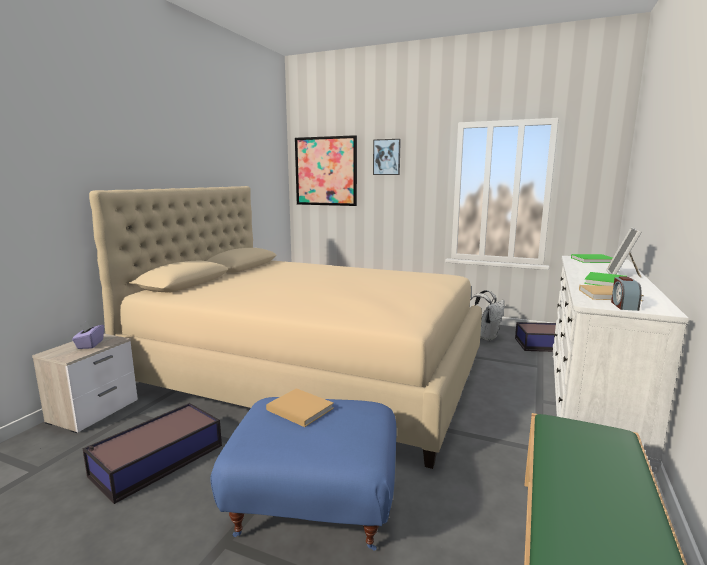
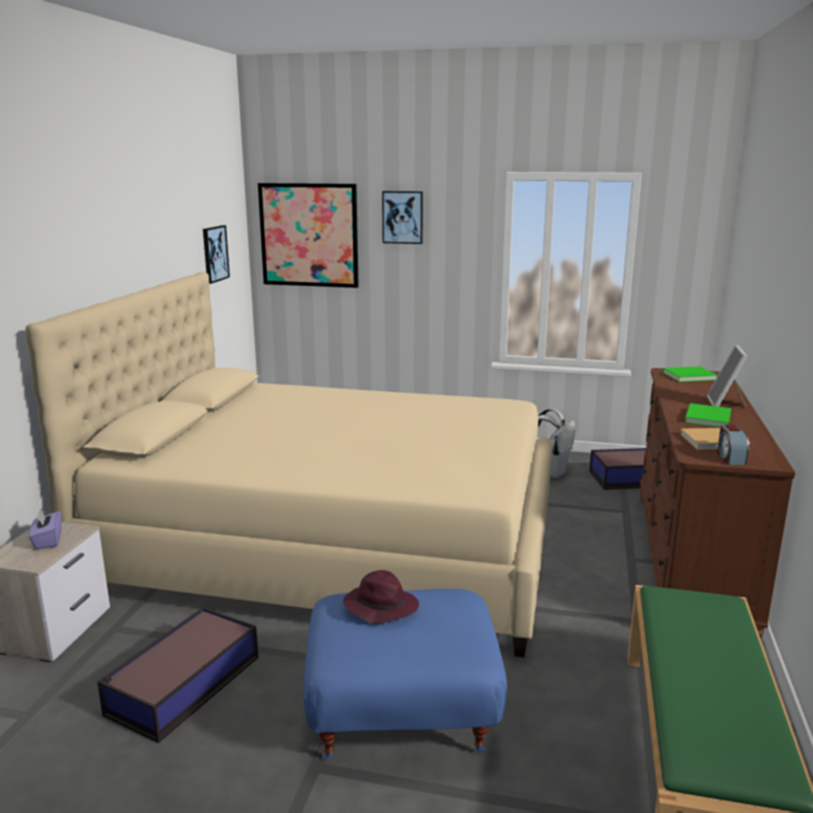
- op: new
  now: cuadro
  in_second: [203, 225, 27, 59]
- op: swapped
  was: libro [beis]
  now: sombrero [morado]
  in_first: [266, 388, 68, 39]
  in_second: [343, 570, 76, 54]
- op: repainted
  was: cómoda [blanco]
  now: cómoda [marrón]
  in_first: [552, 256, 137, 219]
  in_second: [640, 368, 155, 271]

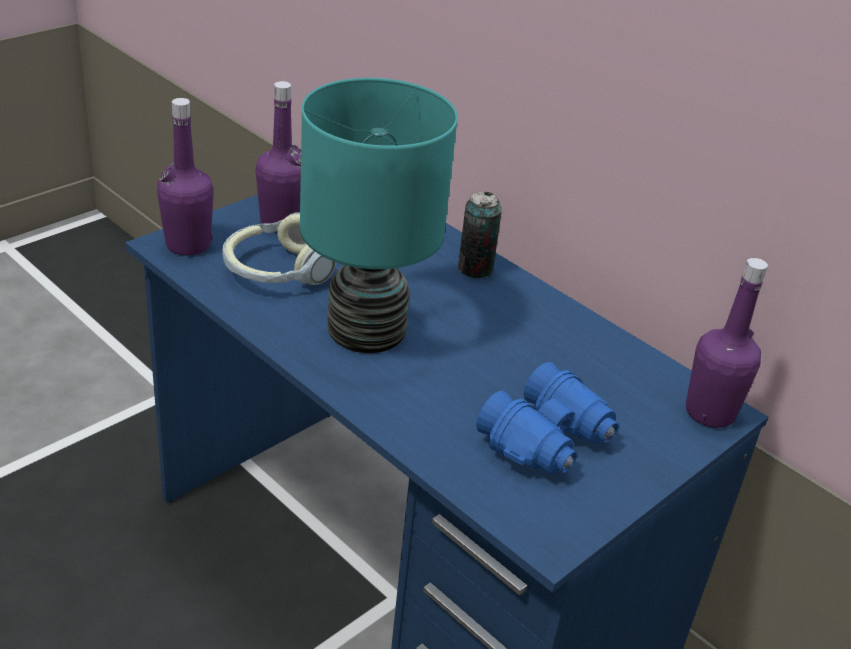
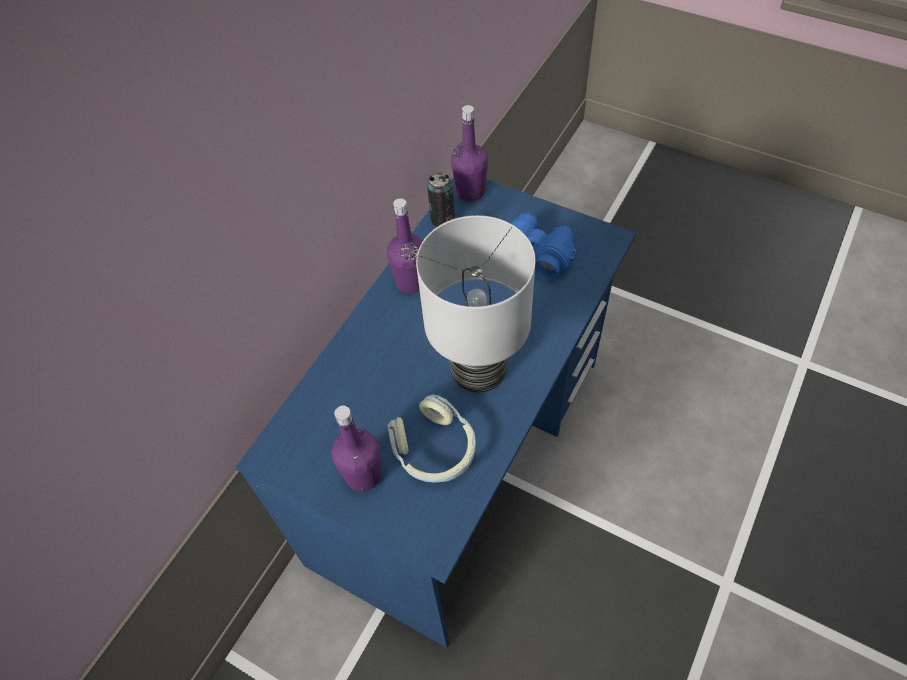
- op: shifted
  was: botella [morado]
  in_first: [157, 98, 57, 158]
  in_second: [387, 198, 36, 95]
- op: shifted
  was: lata
  in_first: [458, 192, 44, 86]
  in_second: [427, 172, 28, 55]
- op: repainted
  was: lámpara de mesa [turquesa]
  now: lámpara de mesa [gris]
  in_first: [300, 78, 157, 275]
  in_second: [416, 215, 120, 177]

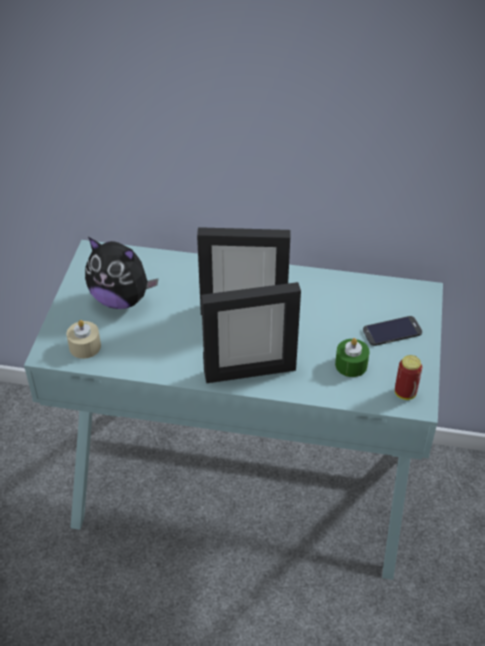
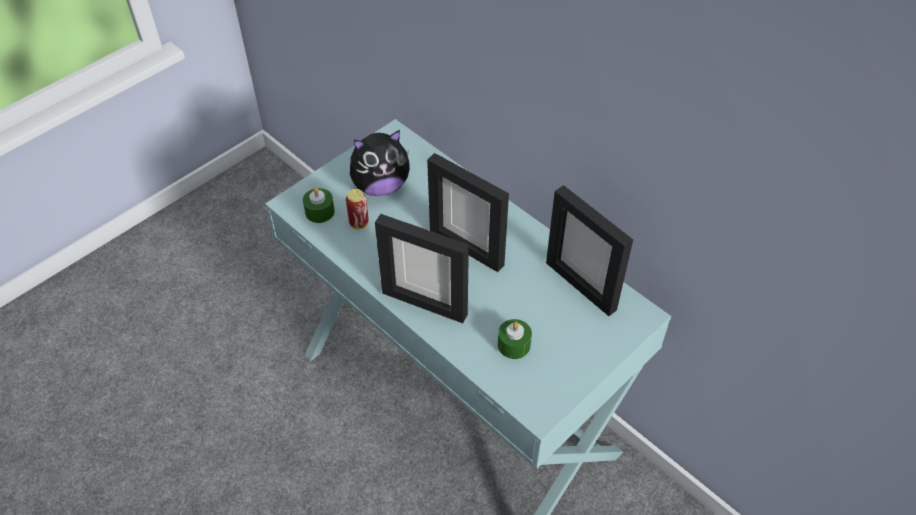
- op: gone
  was: móvil
  in_first: [363, 316, 59, 30]
- op: new
  now: portarretratos
  in_second: [546, 185, 87, 131]
- op: shifted
  was: lata
  in_first: [395, 355, 27, 45]
  in_second: [346, 189, 23, 41]
- op: repainted
  was: vela [beis]
  now: vela [verde]
  in_first: [66, 320, 35, 39]
  in_second: [303, 187, 32, 36]
- op: rotated
  was: peluche
  in_first: [85, 237, 73, 72]
  in_second: [350, 130, 60, 66]
  clockwise: -75

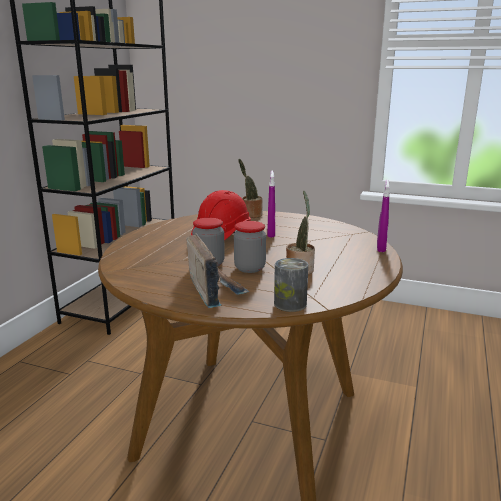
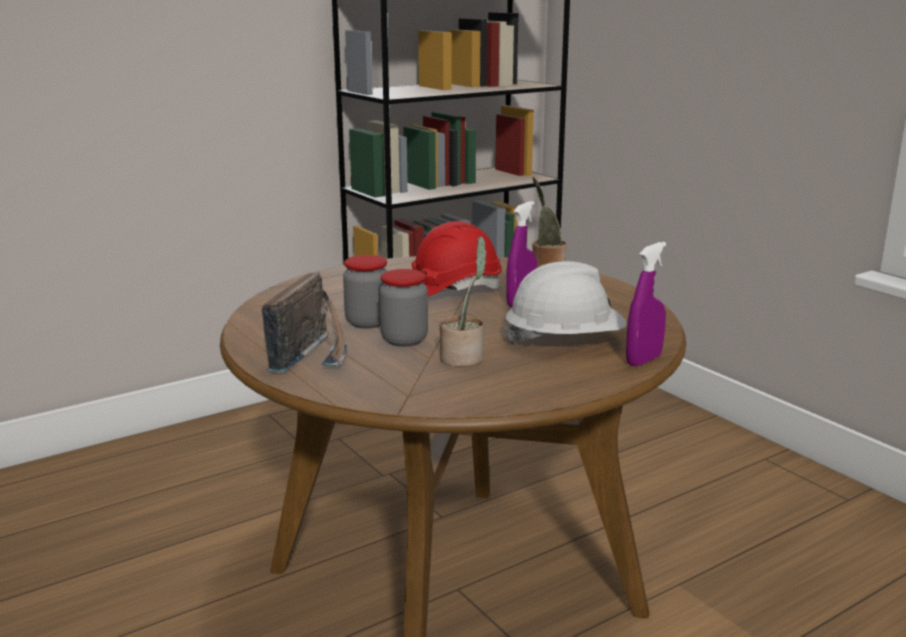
- op: gone
  was: lata
  in_first: [274, 258, 34, 54]
- op: new
  now: casco [blanco]
  in_second: [504, 261, 123, 83]

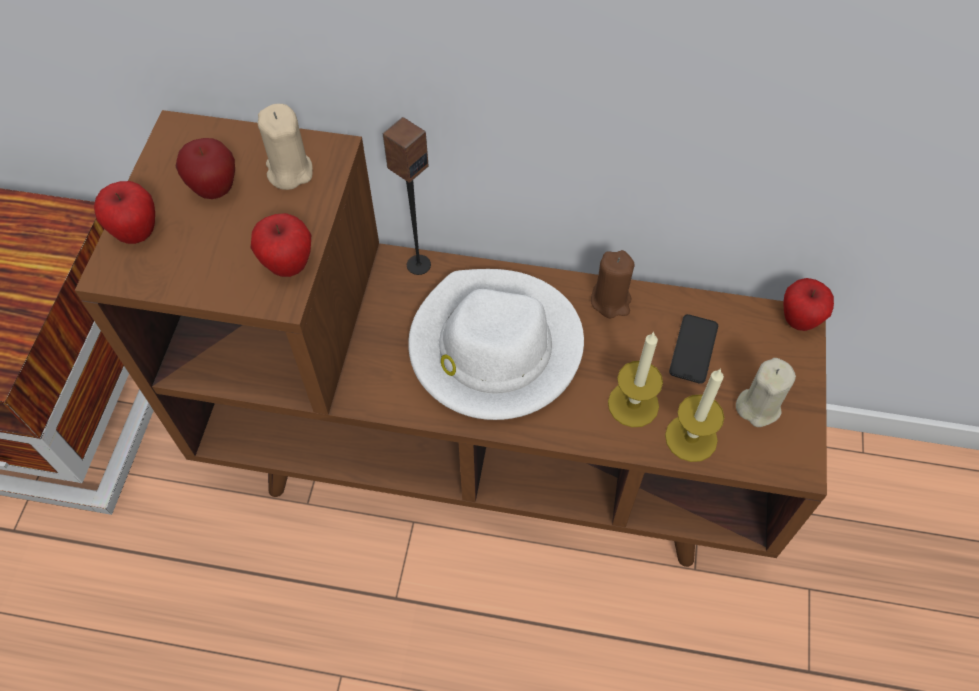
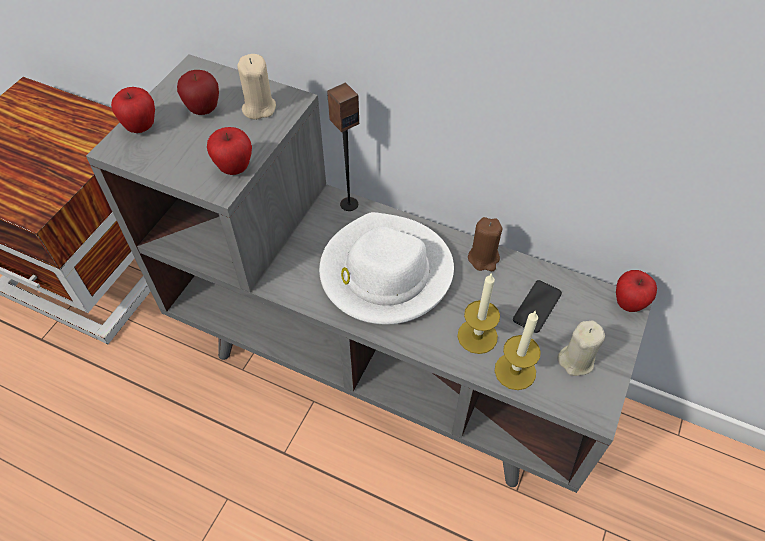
- op: repainted
  was: mueble de televisión [marrón]
  now: mueble de televisión [gris]
  in_first: [74, 110, 753, 457]
  in_second: [86, 54, 566, 439]

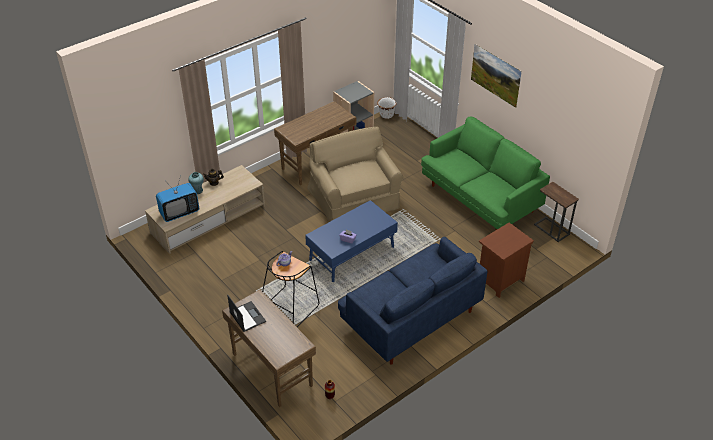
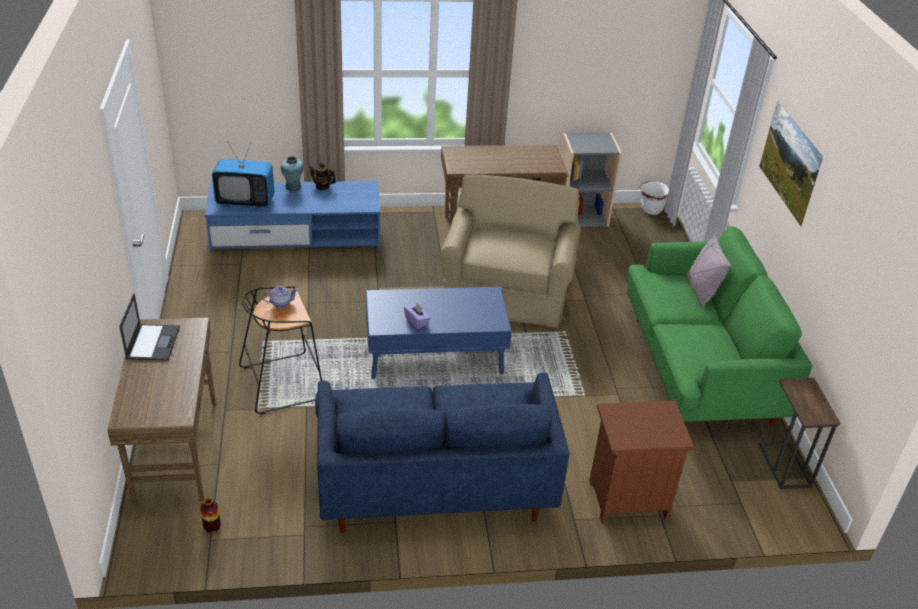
- op: new
  now: cojín [morado]
  in_second: [687, 233, 45, 75]
- op: repainted
  was: mueble de televisión [beis]
  now: mueble de televisión [azul]
  in_first: [145, 165, 120, 89]
  in_second: [205, 181, 176, 72]

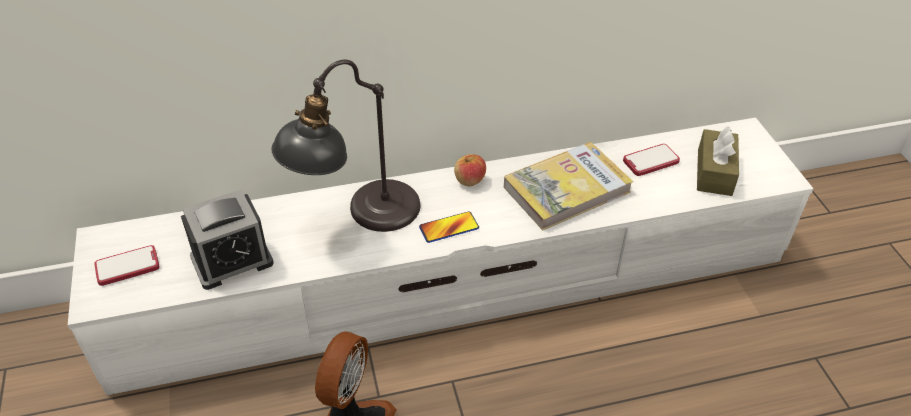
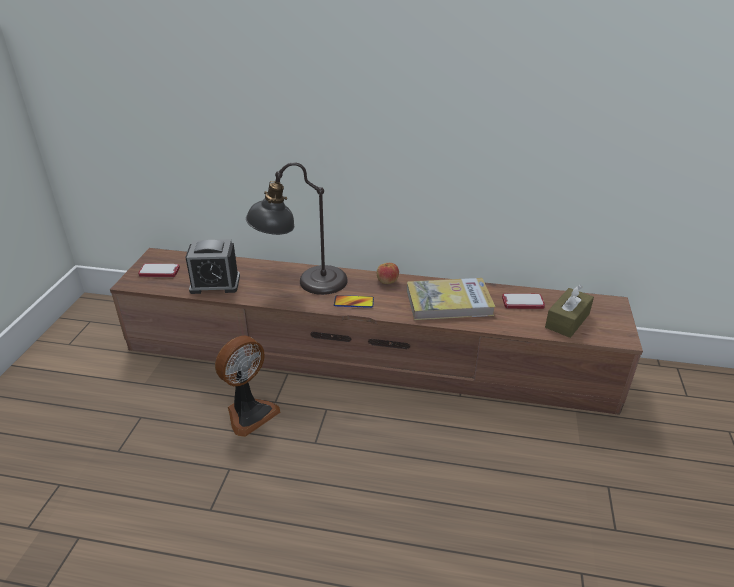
- op: repainted
  was: mueble de televisión [blanco]
  now: mueble de televisión [marrón]
  in_first: [68, 118, 746, 277]
  in_second: [110, 248, 533, 167]

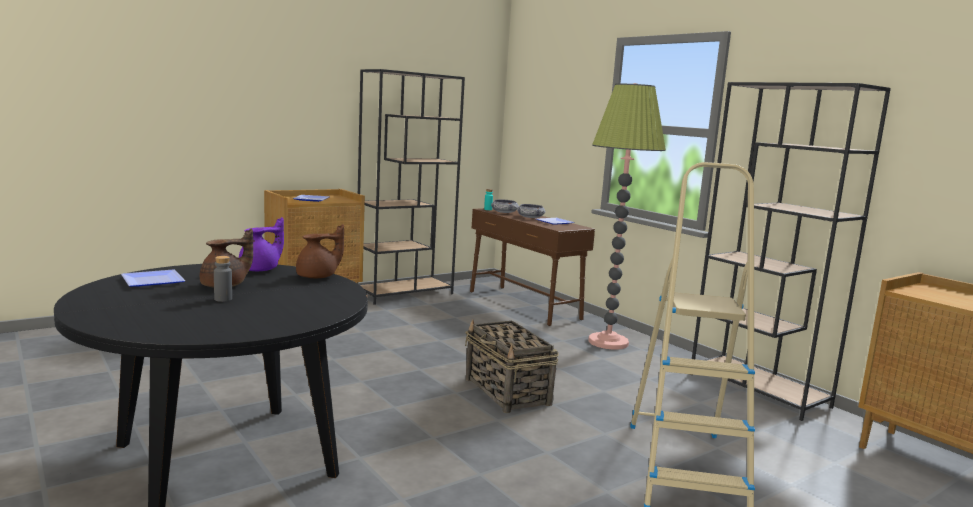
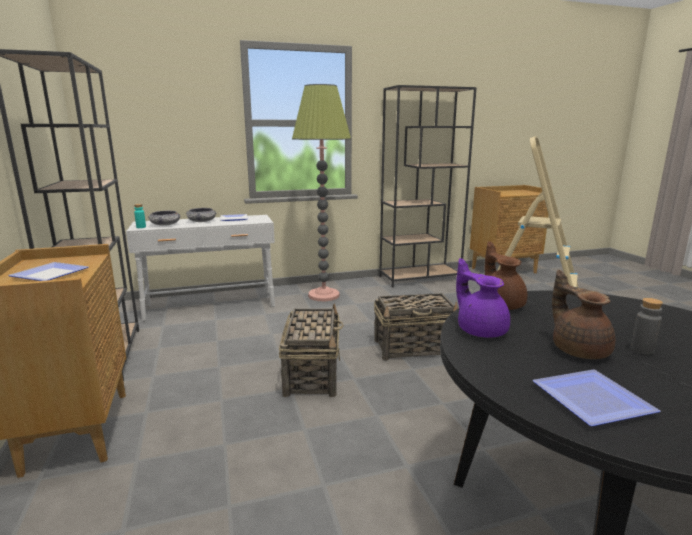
- op: new
  now: cesta
  in_second: [279, 303, 65, 94]
- op: repainted
  was: mesa consola [marrón]
  now: mesa consola [blanco]
  in_first: [470, 208, 125, 118]
  in_second: [126, 215, 149, 106]

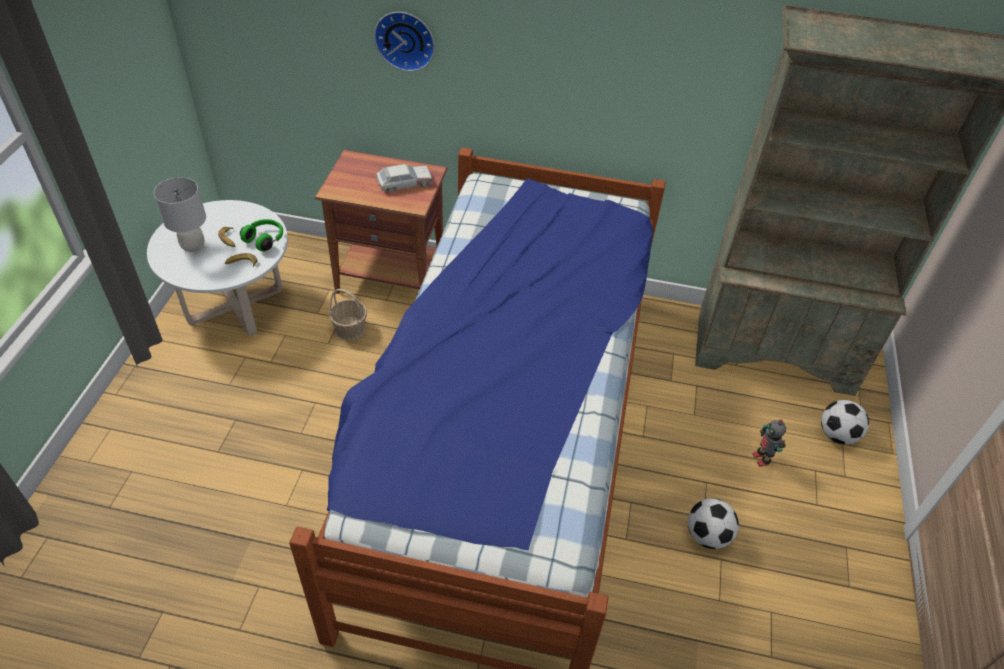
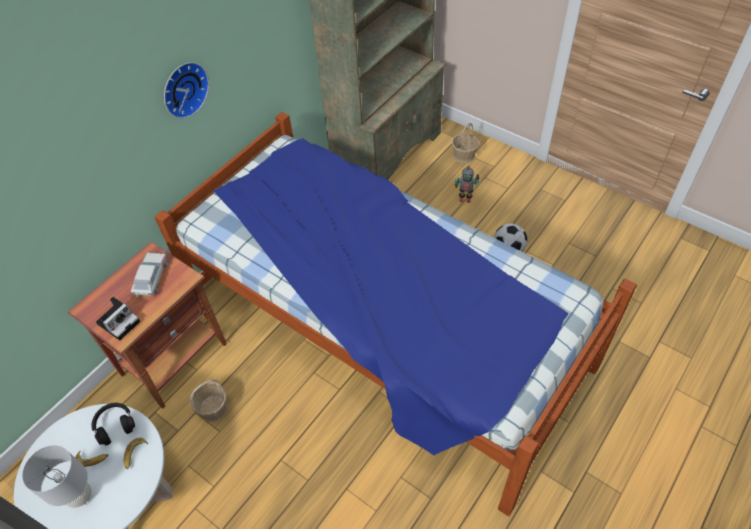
- op: new
  now: cámara
  in_second: [96, 297, 44, 43]
- op: shifted
  was: reloj de pared
  in_first: [374, 12, 61, 60]
  in_second: [164, 62, 45, 57]
- op: swapped
  was: balón de fútbol
  now: cesta
  in_first: [821, 400, 48, 44]
  in_second: [452, 123, 27, 40]
- op: repainted
  was: auriculares [verde]
  now: auriculares [negro]
  in_first: [240, 219, 43, 33]
  in_second: [92, 403, 43, 42]

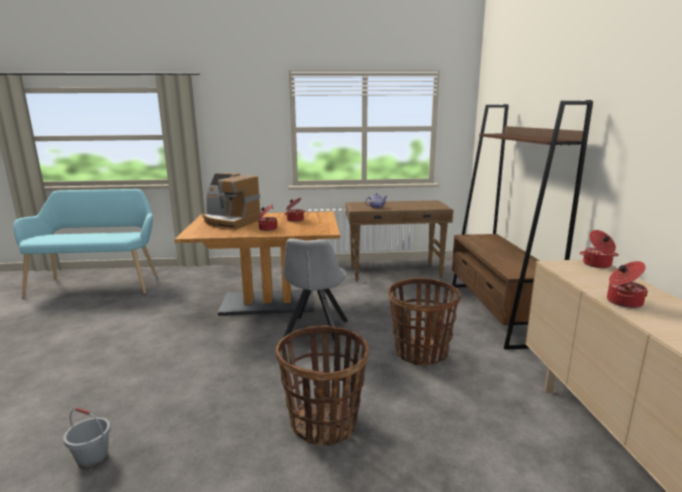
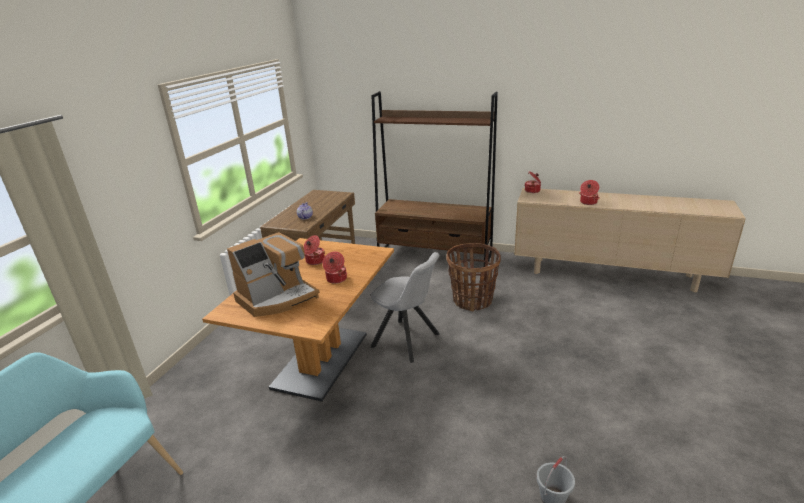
- op: gone
  was: cesta
  in_first: [276, 325, 93, 122]

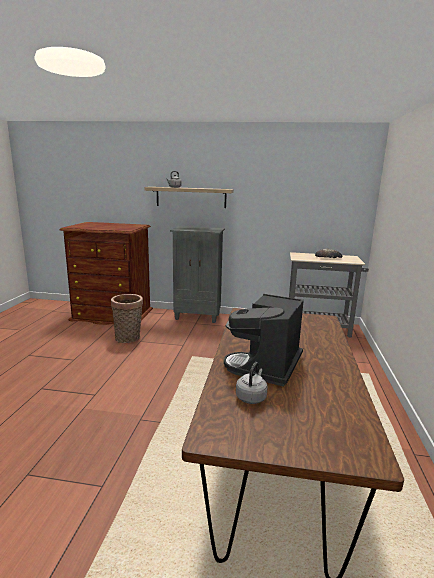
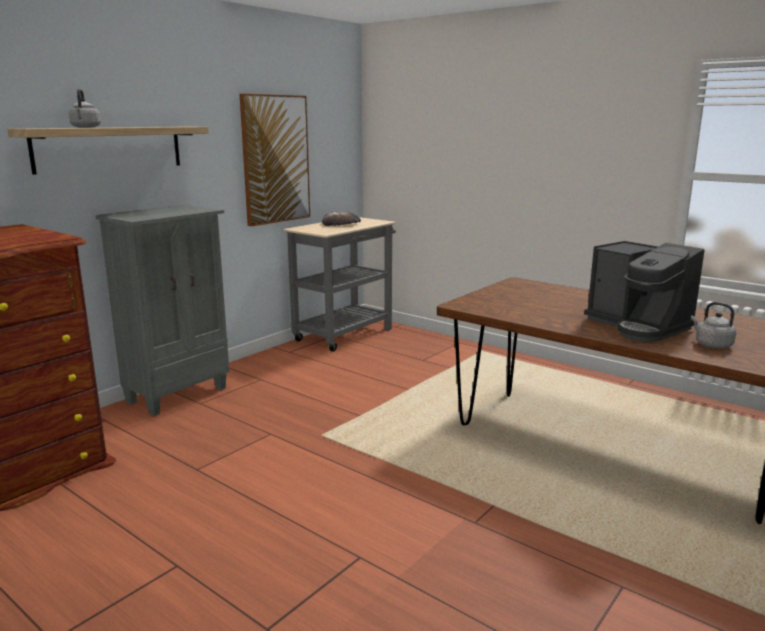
- op: gone
  was: cesta
  in_first: [111, 294, 32, 49]
- op: new
  now: cuadro
  in_second: [239, 94, 71, 133]

